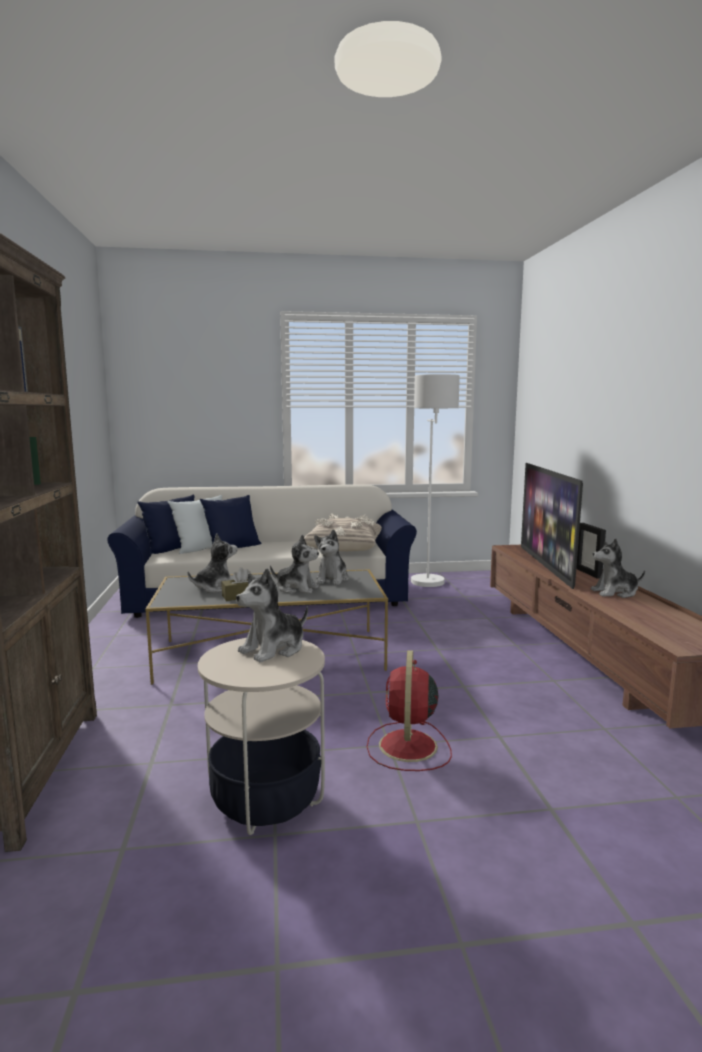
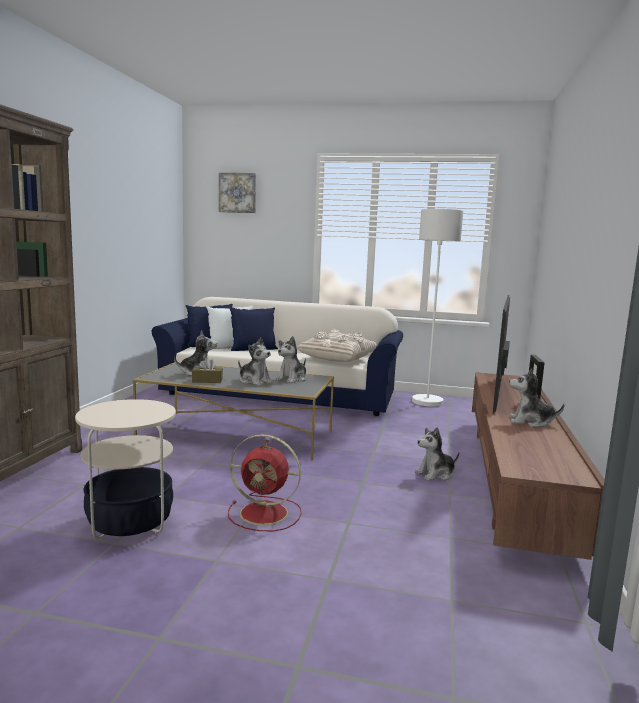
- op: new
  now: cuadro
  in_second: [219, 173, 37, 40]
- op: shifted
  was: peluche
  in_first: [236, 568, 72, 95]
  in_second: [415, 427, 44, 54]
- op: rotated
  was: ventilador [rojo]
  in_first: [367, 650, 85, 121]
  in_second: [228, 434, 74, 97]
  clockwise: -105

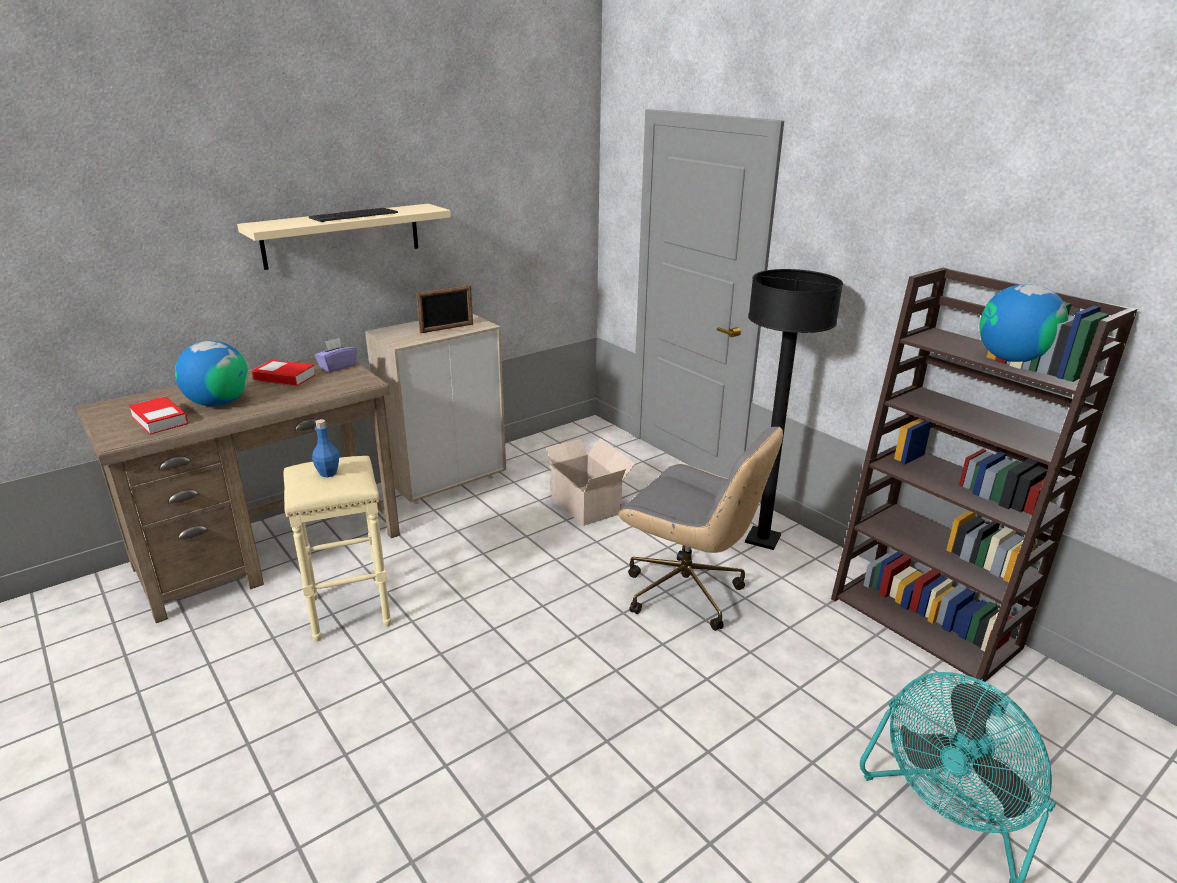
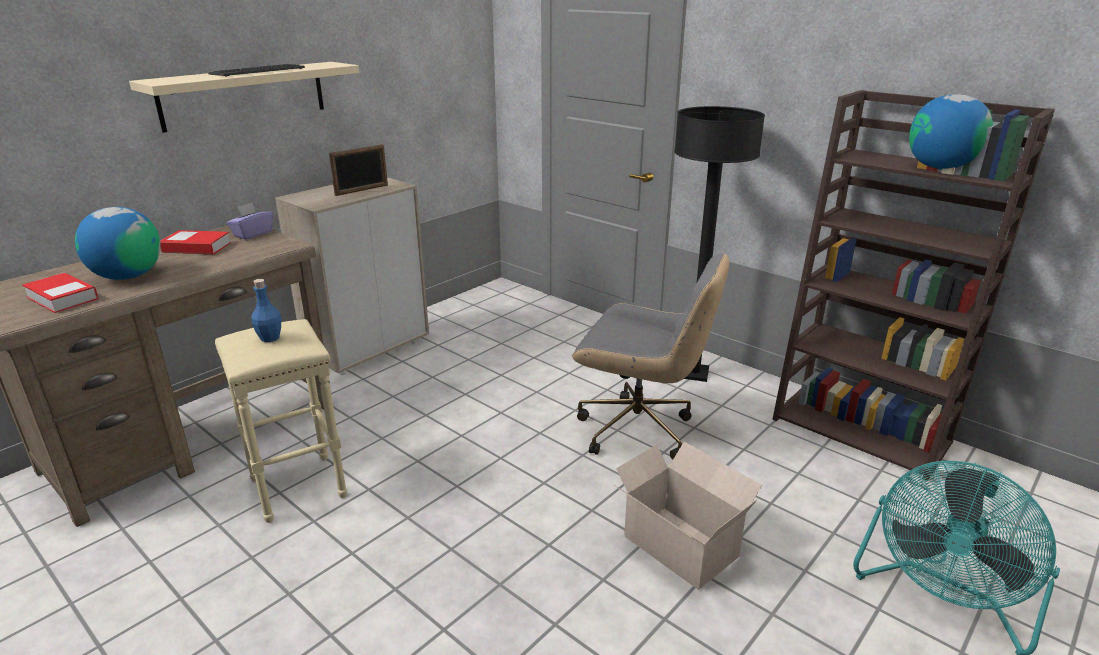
- op: shifted
  was: caja de cartón
  in_first: [538, 438, 97, 88]
  in_second: [614, 442, 148, 147]

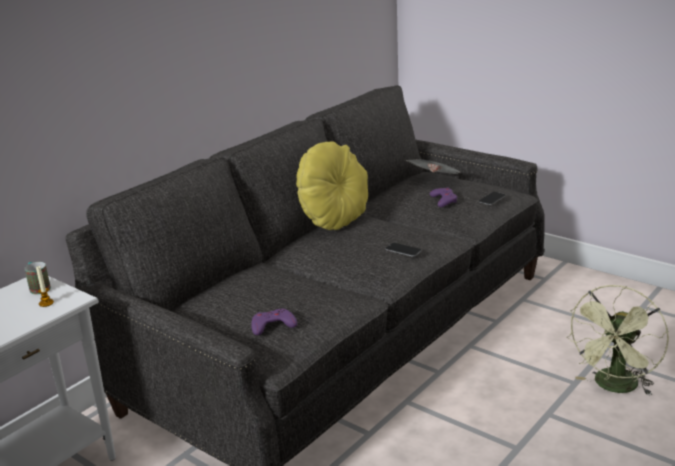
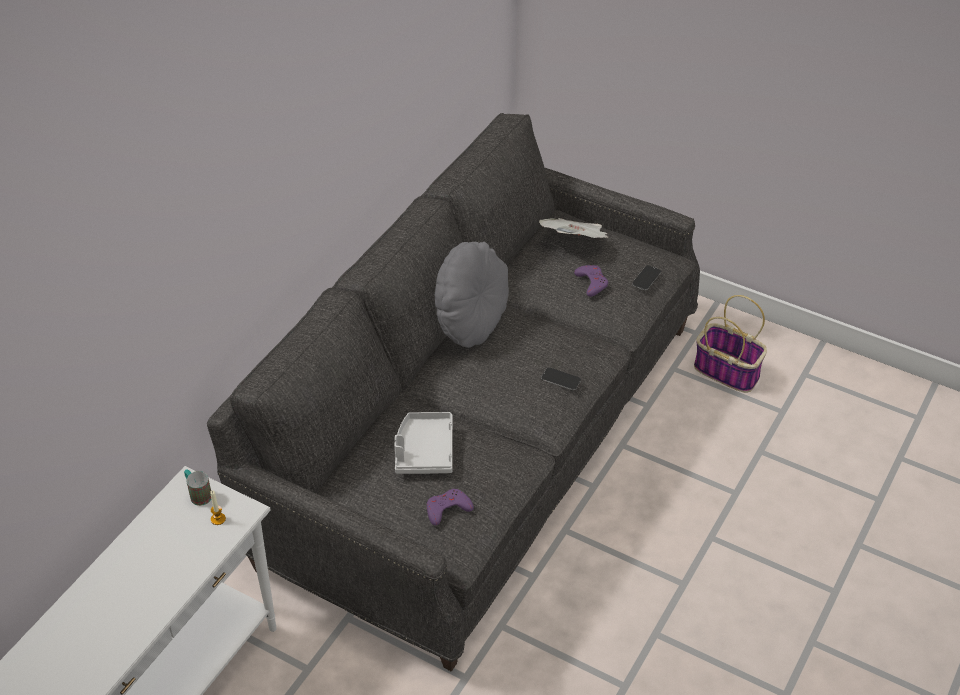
- op: gone
  was: ventilador [verde]
  in_first: [566, 285, 103, 110]
- op: new
  now: bandeja [gris]
  in_second: [395, 412, 58, 62]
- op: new
  now: cesta
  in_second: [694, 295, 73, 98]
- op: repainted
  was: cojín [amarillo]
  now: cojín [gris]
  in_first: [296, 141, 72, 89]
  in_second: [435, 242, 74, 106]

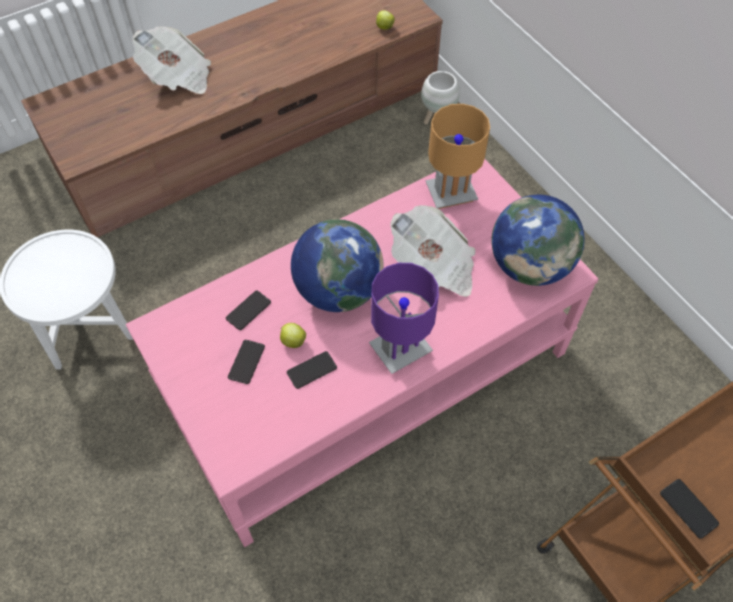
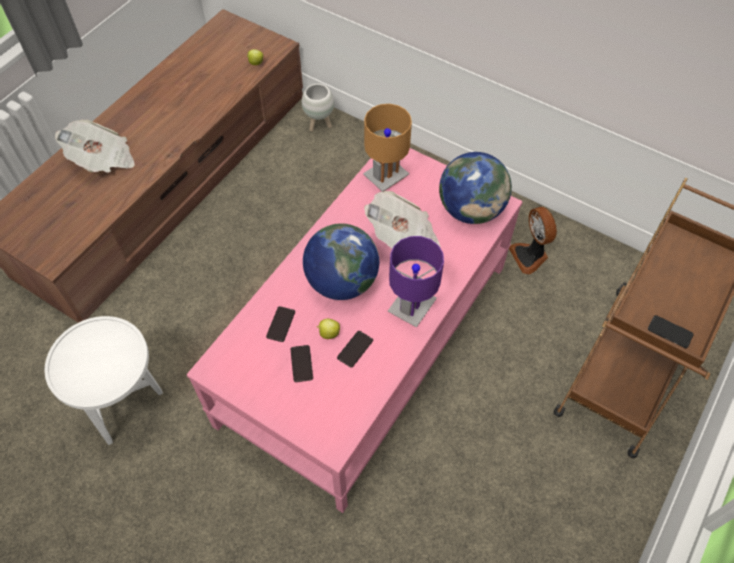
- op: new
  now: ventilador
  in_second: [509, 207, 48, 67]

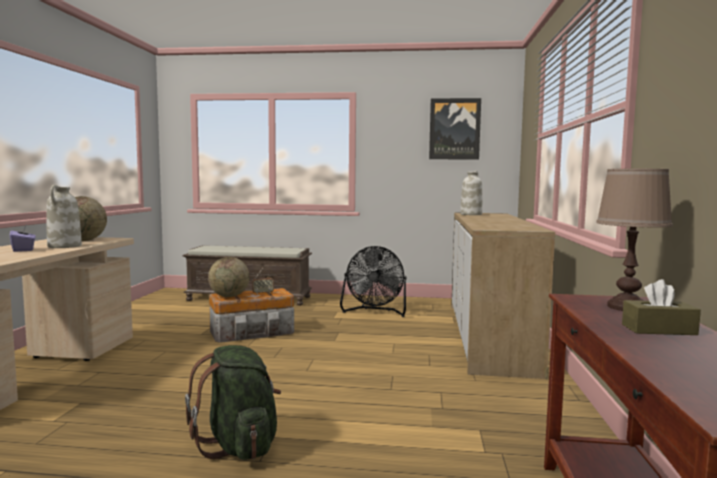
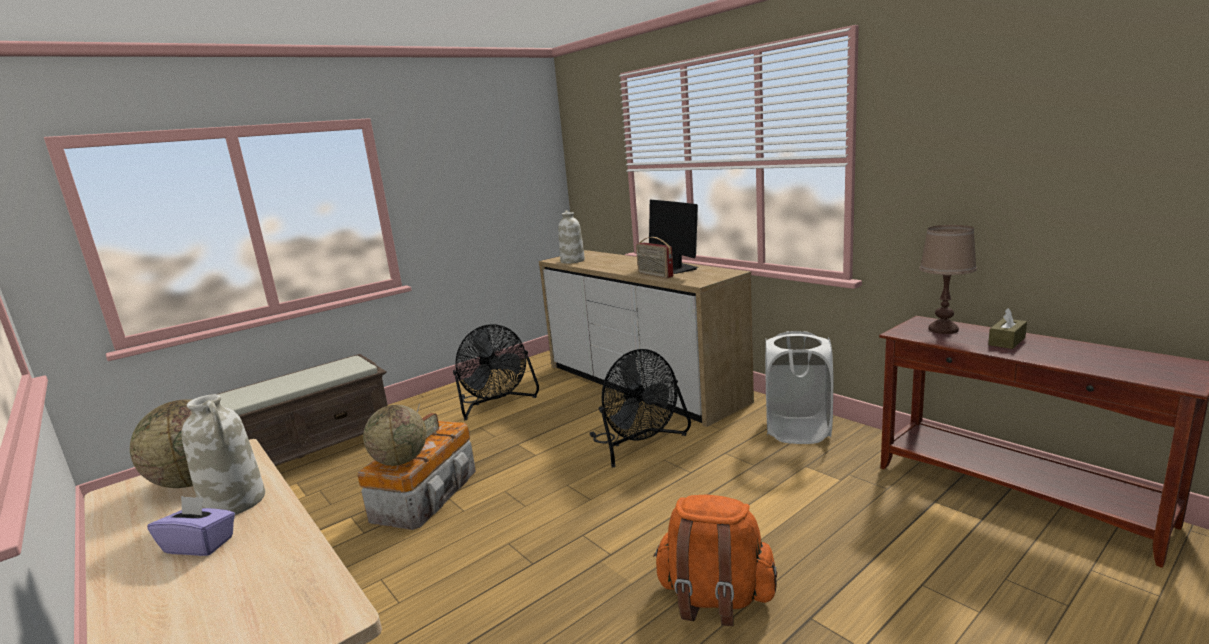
- op: gone
  was: cuadro
  in_first: [429, 98, 52, 62]
- op: new
  now: ventilador [negro]
  in_second: [590, 349, 101, 118]
- op: new
  now: radio
  in_second: [636, 237, 37, 41]
- op: new
  now: monitor
  in_second: [649, 200, 49, 74]
- op: new
  now: cesto de la ropa [blanco]
  in_second: [765, 331, 68, 113]
- op: repainted
  was: mochila [verde]
  now: mochila [naranja]
  in_first: [185, 345, 96, 115]
  in_second: [653, 494, 124, 132]

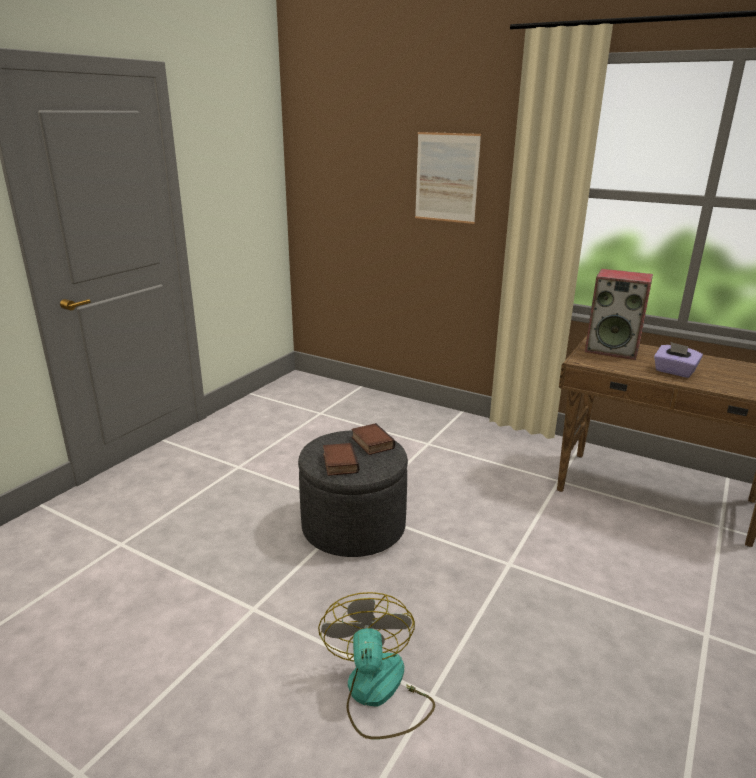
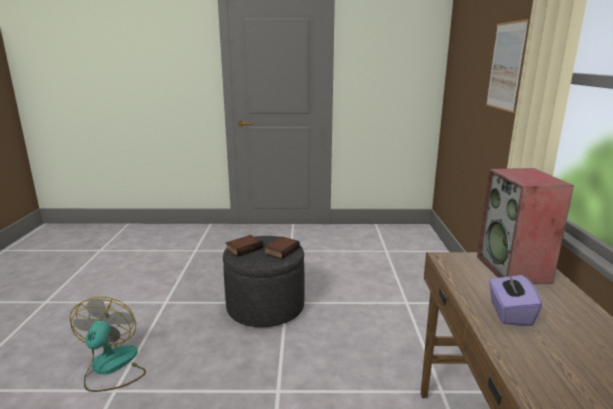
- op: rotated
  was: ventilador
  in_first: [318, 592, 117, 147]
  in_second: [70, 297, 76, 95]
  clockwise: -60

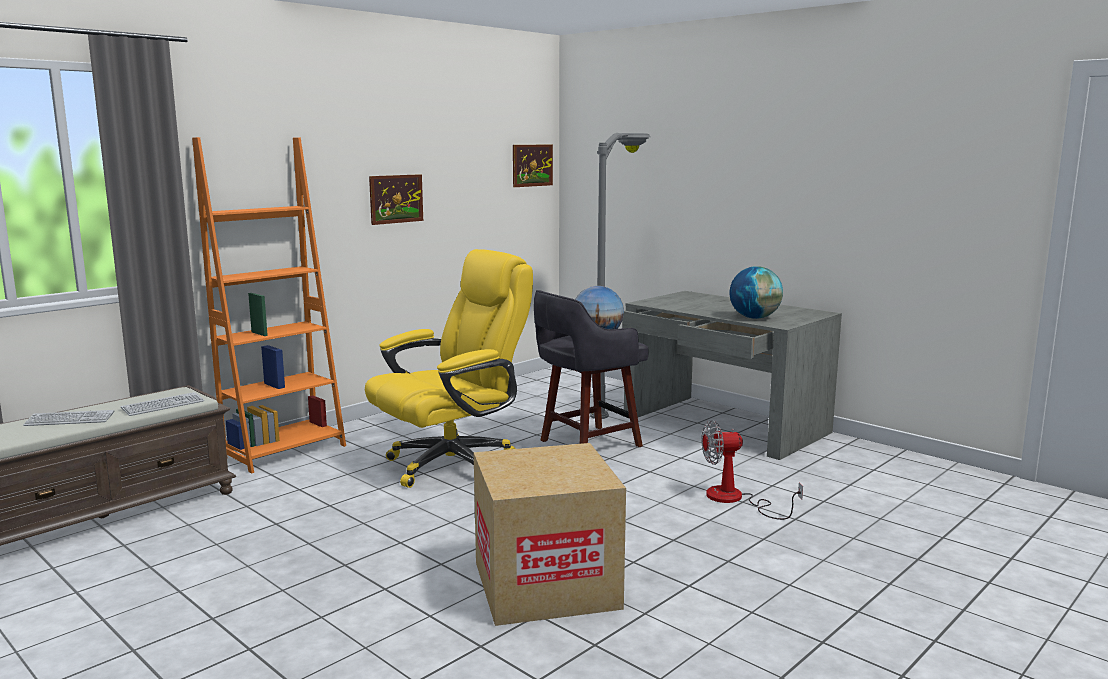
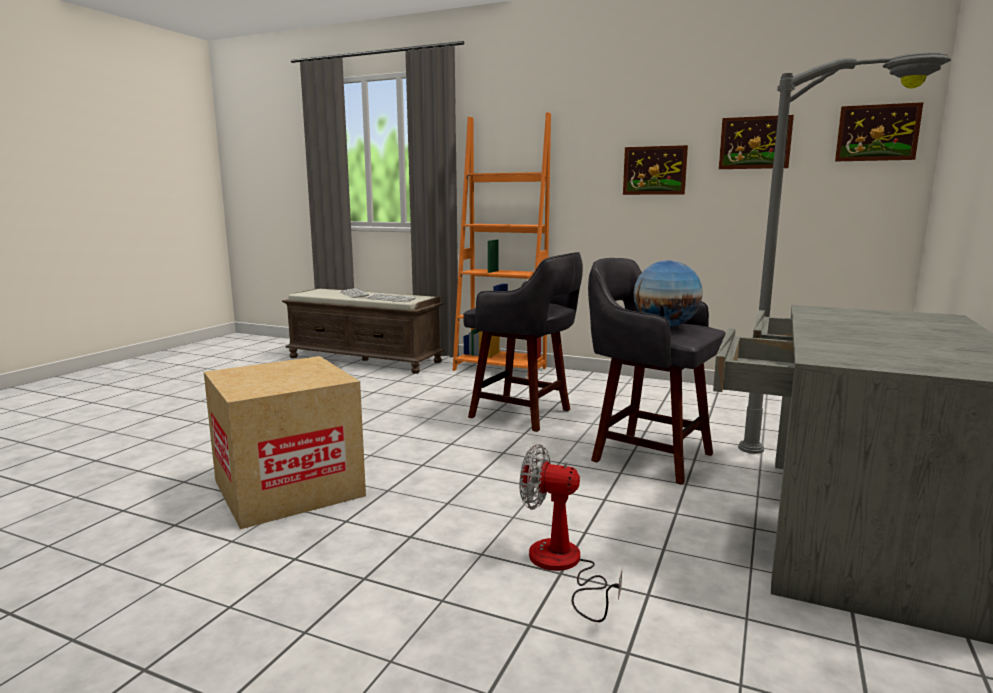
- op: gone
  was: globo terráqueo
  in_first: [730, 266, 53, 53]
- op: new
  now: cuadro
  in_second: [719, 115, 75, 54]
- op: swapped
  was: silla de oficina [amarillo]
  now: taburete [gris]
  in_first: [365, 249, 168, 239]
  in_second: [463, 252, 120, 180]
- op: rotated
  was: ventilador
  in_first: [701, 420, 102, 100]
  in_second: [519, 444, 103, 178]
  clockwise: -45

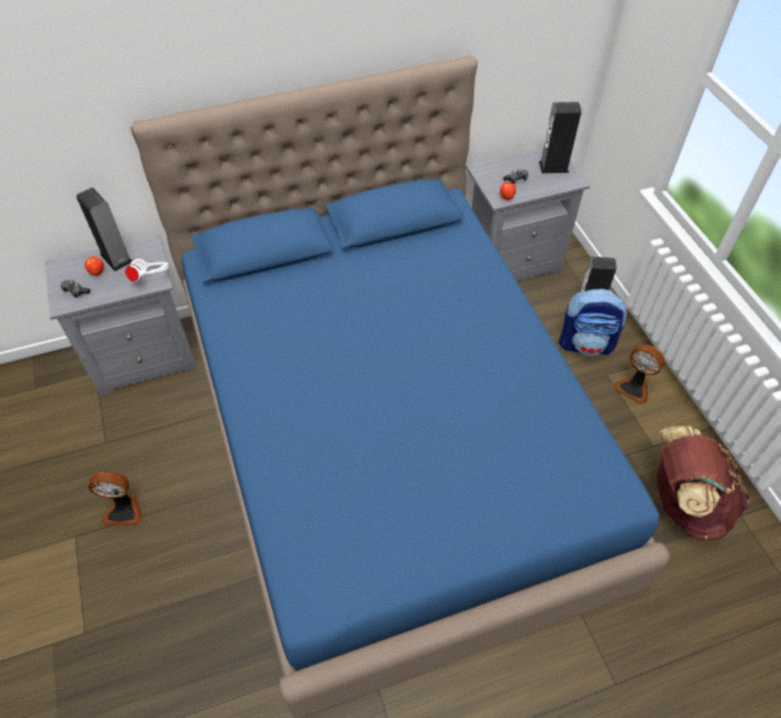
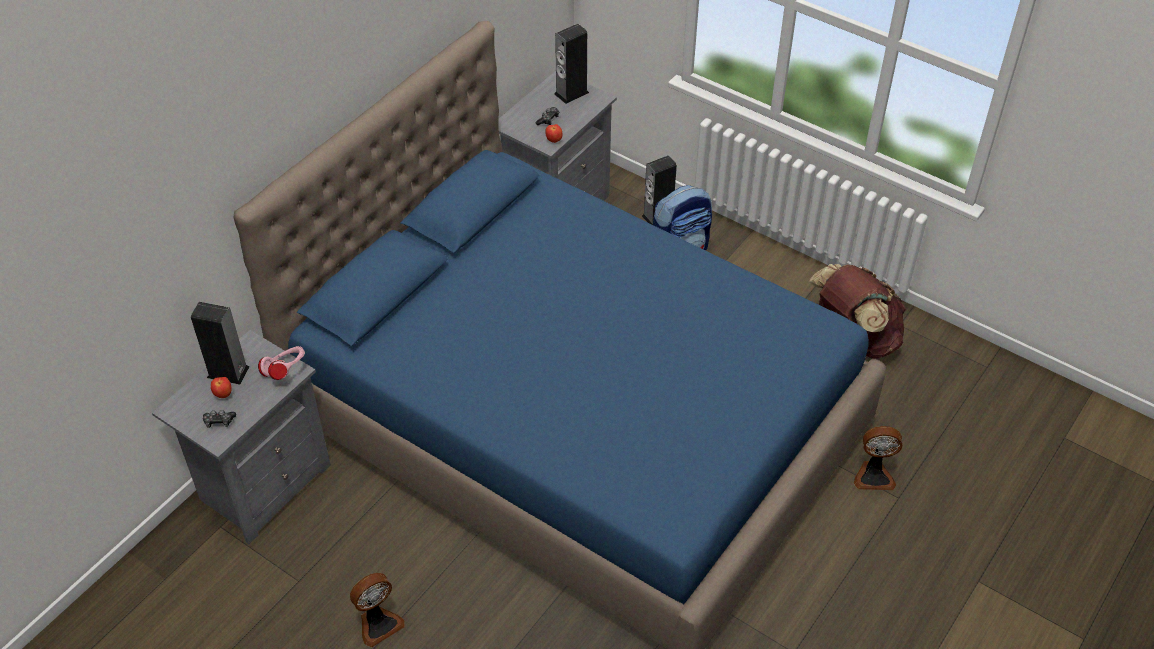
- op: shifted
  was: ventilador
  in_first: [614, 344, 51, 60]
  in_second: [854, 426, 48, 64]
- op: repainted
  was: auriculares [blanco]
  now: auriculares [rosa]
  in_first: [125, 258, 44, 24]
  in_second: [258, 346, 47, 34]

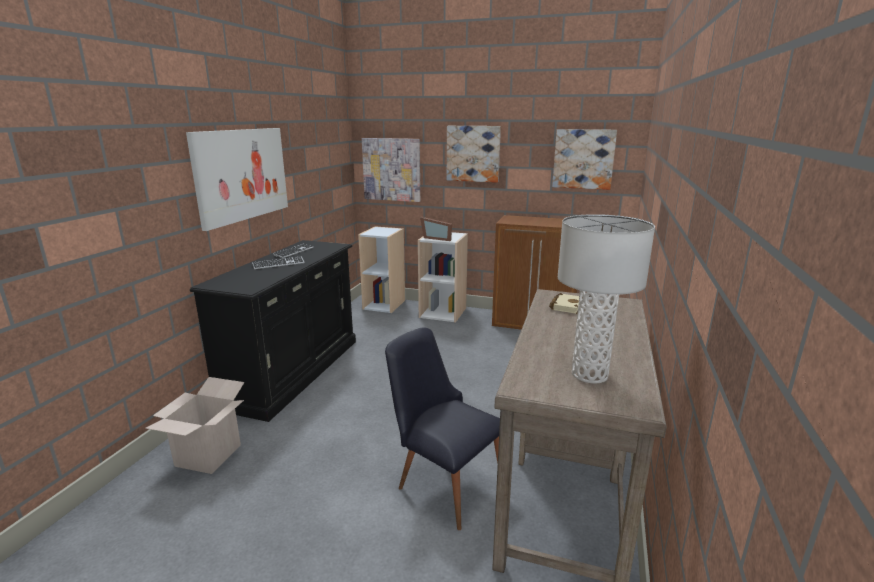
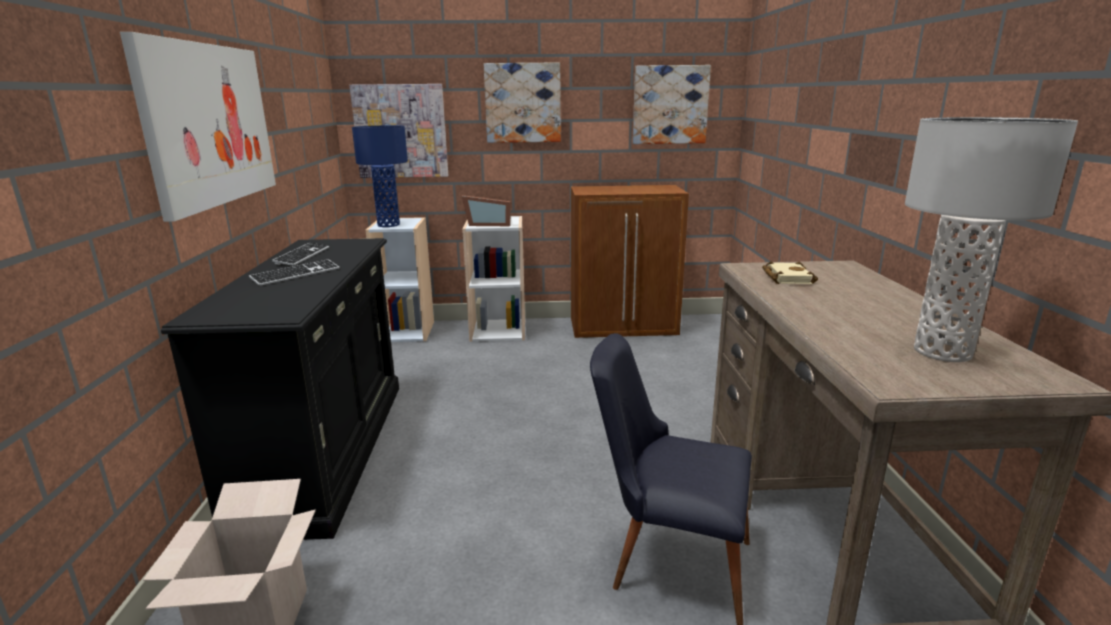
- op: new
  now: lámpara de mesa [azul]
  in_second: [352, 125, 56, 102]

